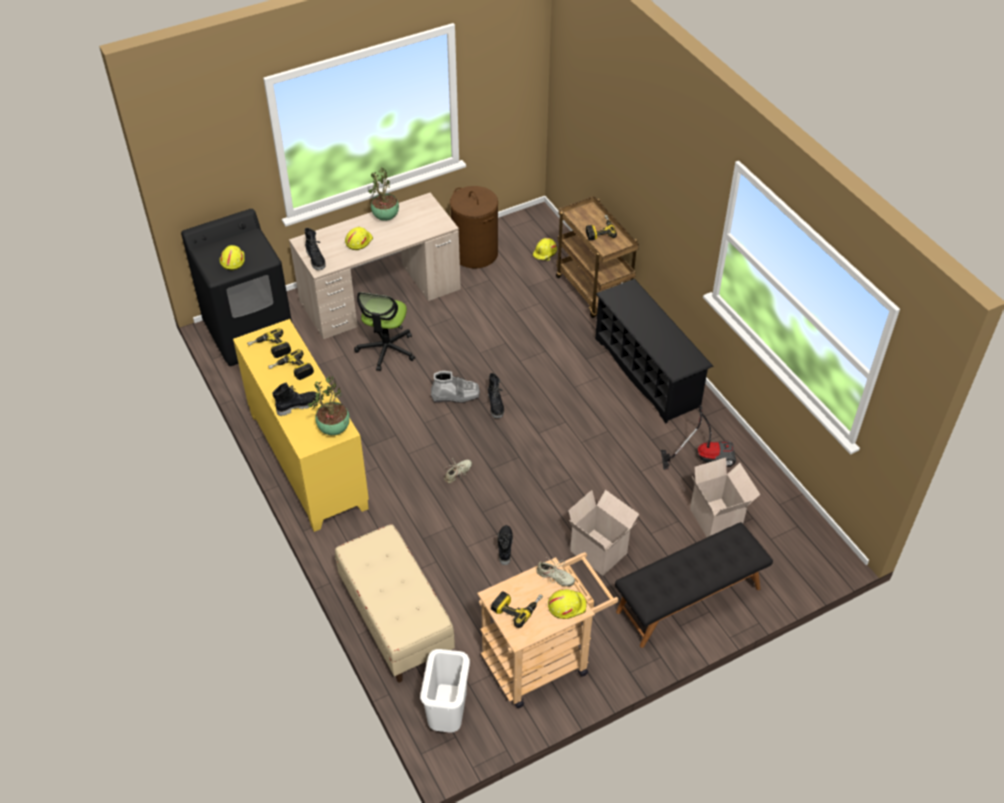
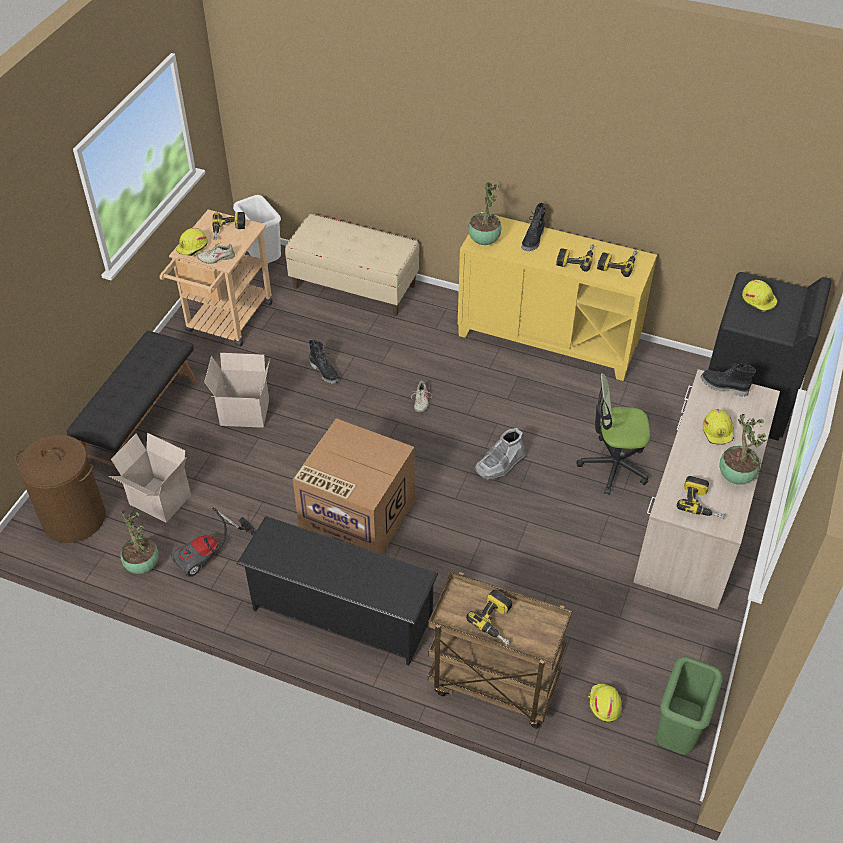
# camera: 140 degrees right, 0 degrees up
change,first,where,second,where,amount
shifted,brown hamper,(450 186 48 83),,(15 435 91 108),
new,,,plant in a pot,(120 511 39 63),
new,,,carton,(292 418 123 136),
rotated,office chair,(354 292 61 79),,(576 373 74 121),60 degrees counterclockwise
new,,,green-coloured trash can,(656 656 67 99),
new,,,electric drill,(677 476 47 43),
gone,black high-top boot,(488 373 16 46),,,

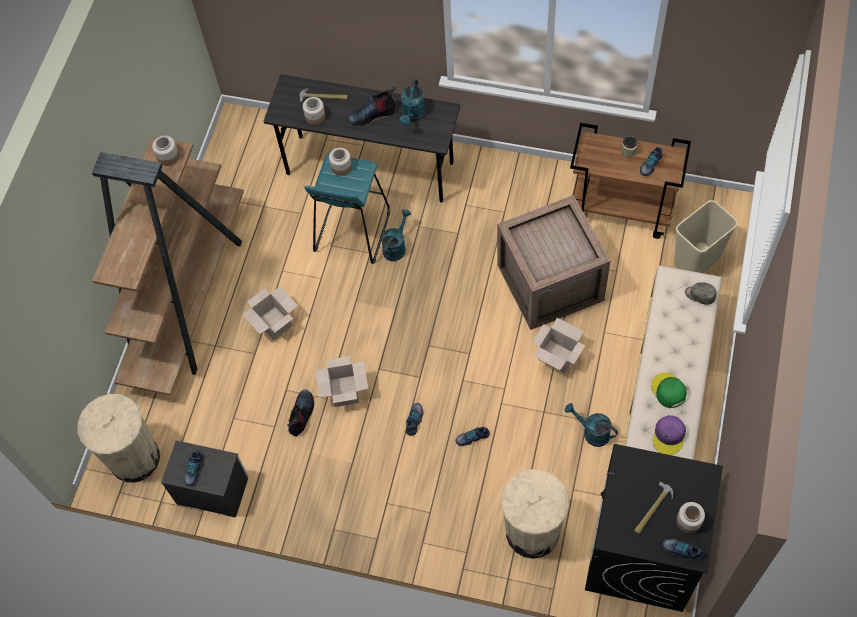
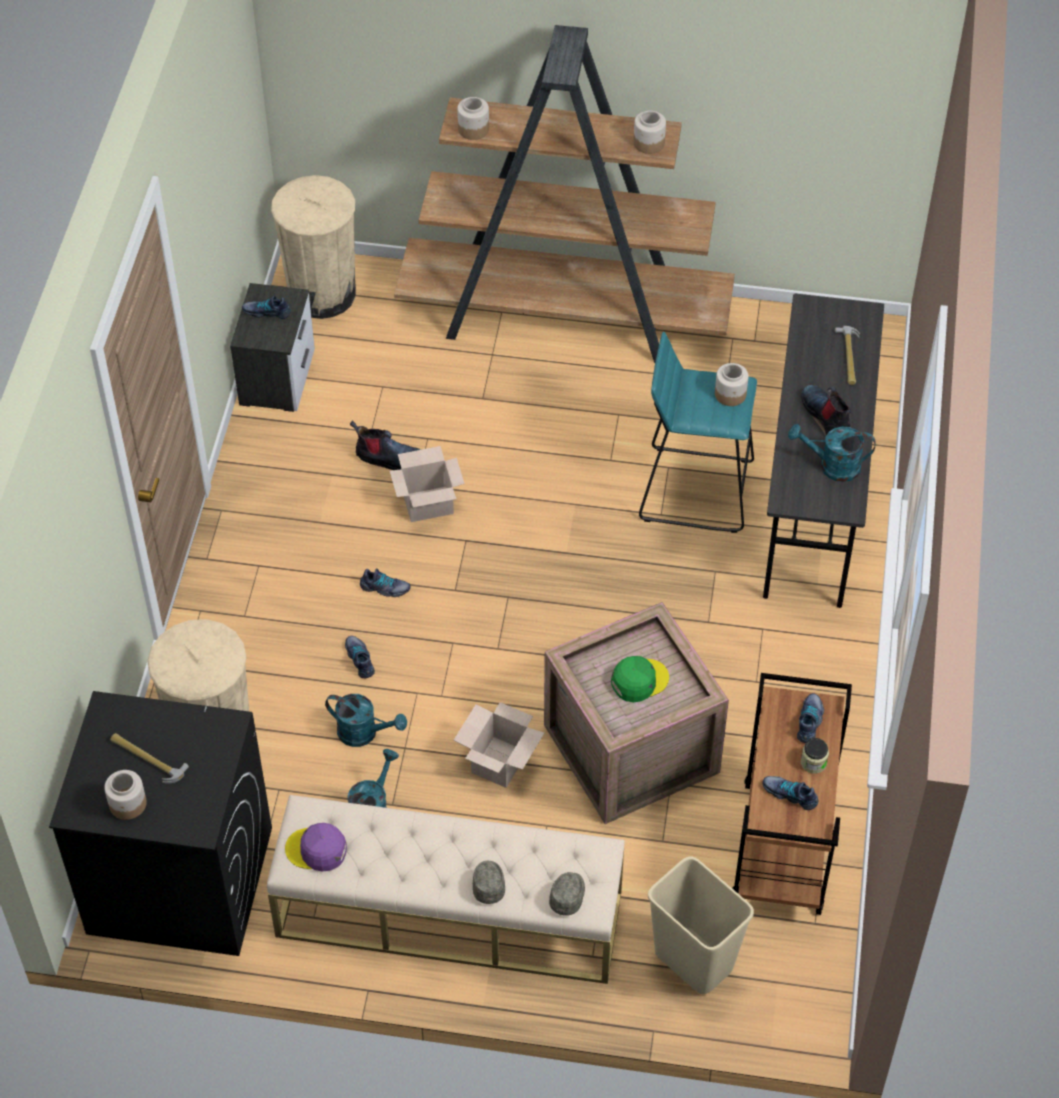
# camera: 80 degrees right, 10 degrees down
change,first,where,second,where,amount
shifted,blue-green watering pot,(381 209 30 52),,(325 694 82 53),
shifted,preserve jar,(303 97 22 28),,(457 97 32 43),
new,,,grey cap,(473 861 32 43),
shifted,green-coloured cap,(651 372 36 36),,(611 656 58 46),
shifted,item of footwear,(662 539 41 22),,(797 693 27 50),
gone,carton,(242 286 56 54),,,

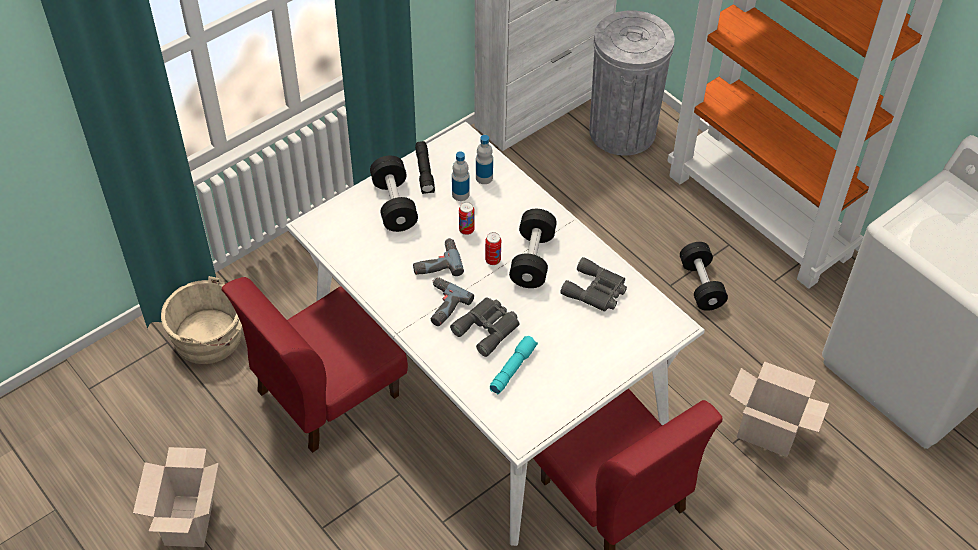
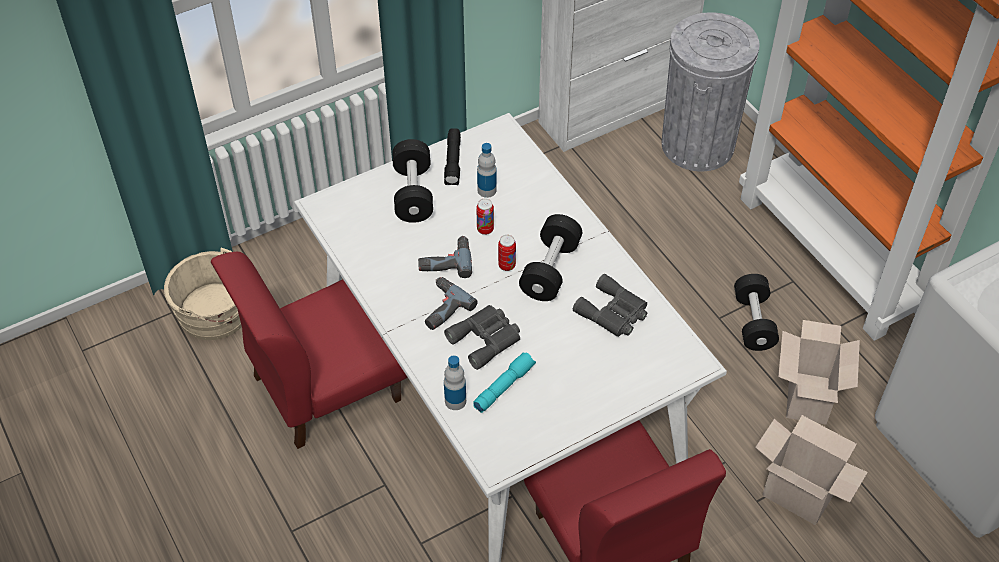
# camera: 10 degrees right, 0 degrees up
change,first,where,second,where,amount
shifted,bottle,(476 135 17 49),,(444 355 22 55),
shifted,carton,(133 447 86 100),,(778 320 82 104),

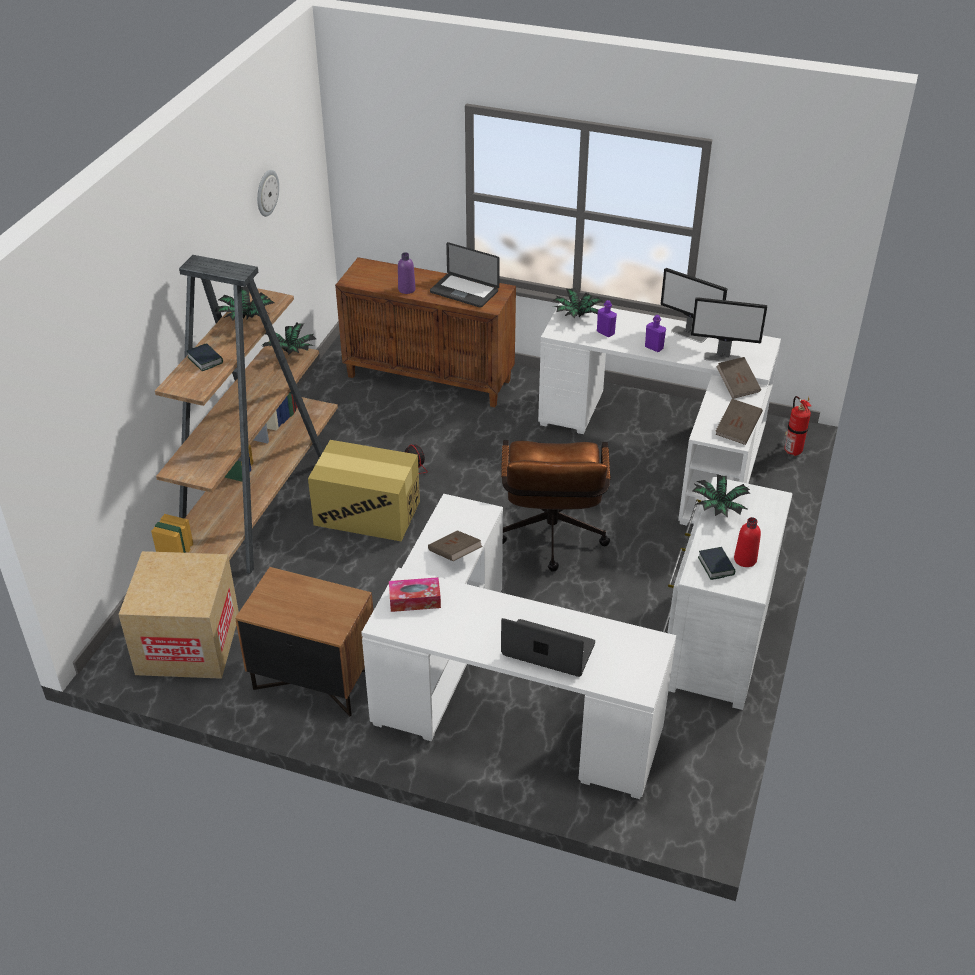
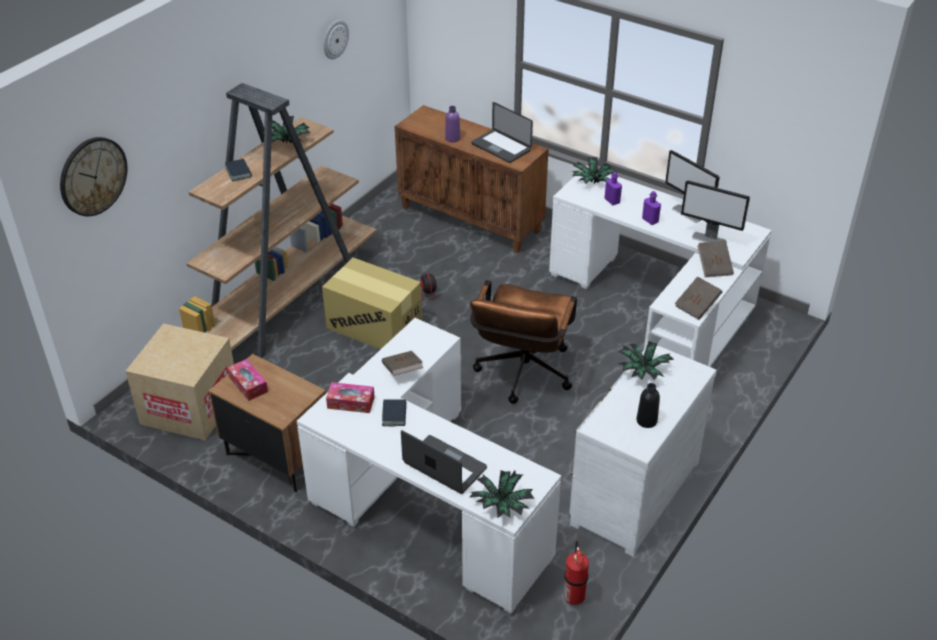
# camera: 15 degrees right, 0 degrees up
change,first,where,second,where,amount
new,,,clock on the wall,(60 137 67 79),
new,,,tissue holder,(227 359 41 42),
shifted,volume,(698 547 37 33),,(382 399 24 27),
shifted,plant in a pot,(261 322 55 33),,(469 470 65 48),
shifted,fire-fighting cylinder,(785 396 26 60),,(564 541 25 64),
repainted,reddish bottle,(734 517 27 50),black bottle,(637 383 23 45),

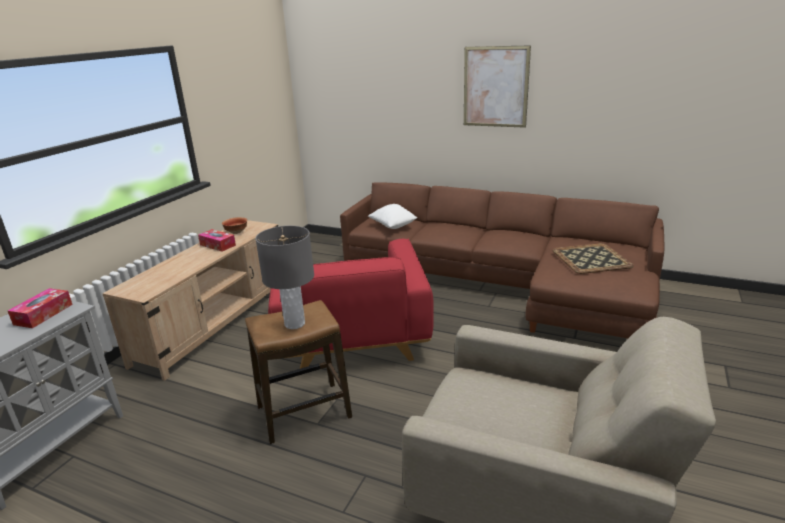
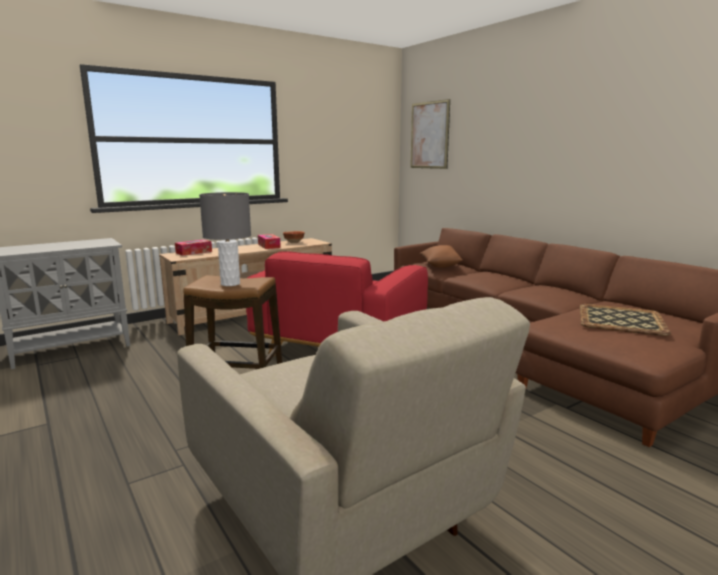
# camera: 30 degrees right, 10 degrees down
change,first,where,second,where,amount
shifted,tissue holder,(8 288 65 40),,(175 239 37 17),
shifted,wall picture,(464 45 67 83),,(410 99 40 70),
repainted,white throw pillow,(368 204 49 25),brown throw pillow,(419 245 44 23),

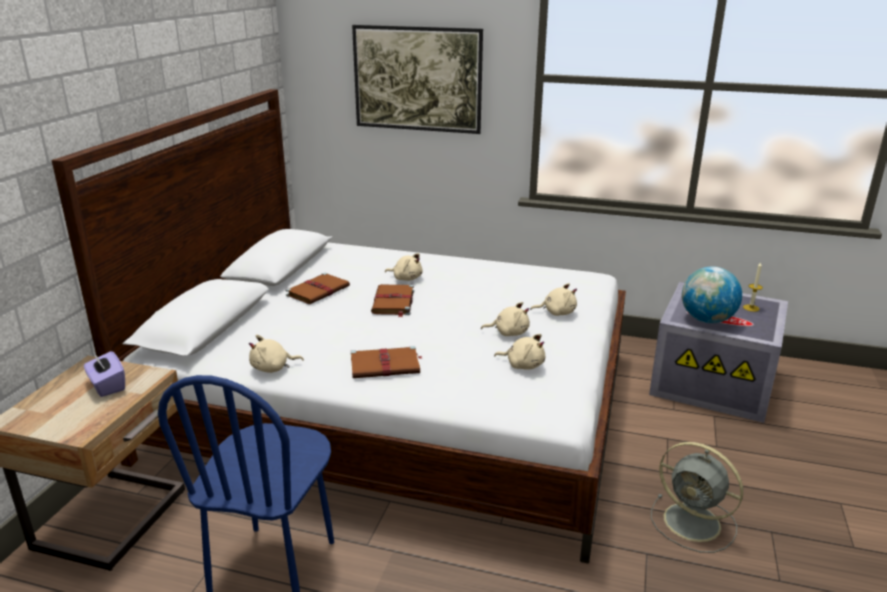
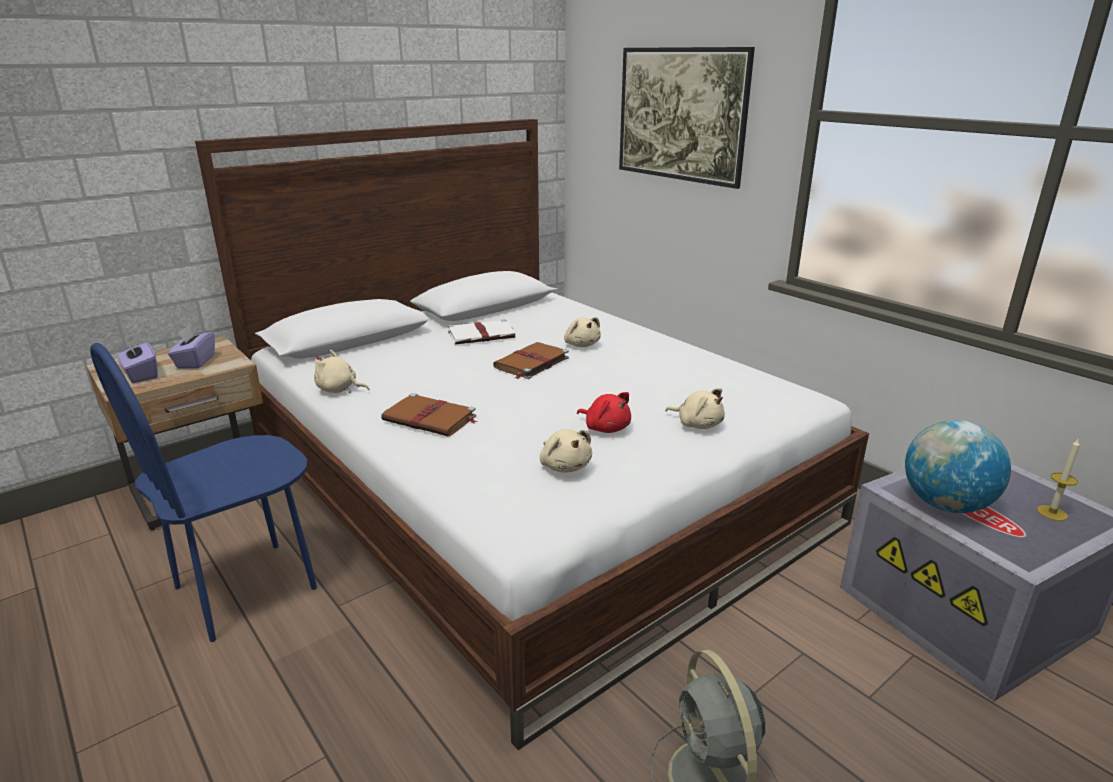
# camera: 35 degrees right, 0 degrees up
change,first,where,second,where,amount
new,,,purple-coloured tissue holder,(117 339 41 44),
repainted,brown volume,(286 273 64 31),white volume,(448 319 67 25),
repainted,beige plush toy,(481 302 49 34),reddish plush toy,(577 392 54 41),

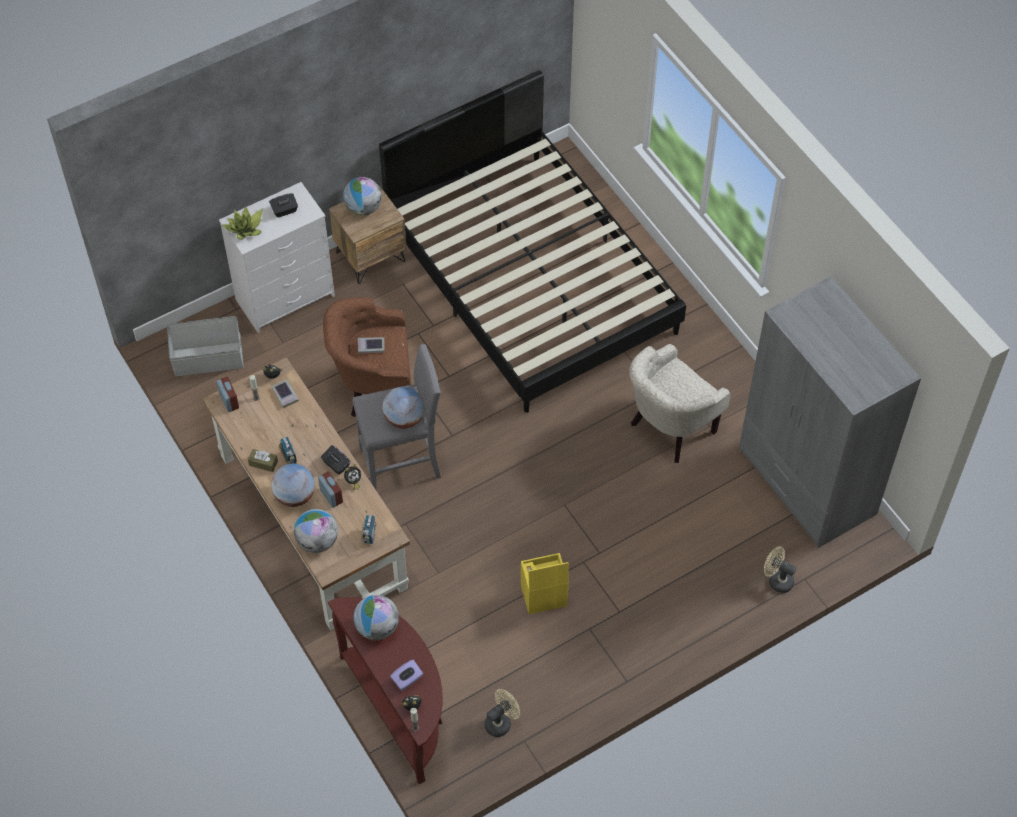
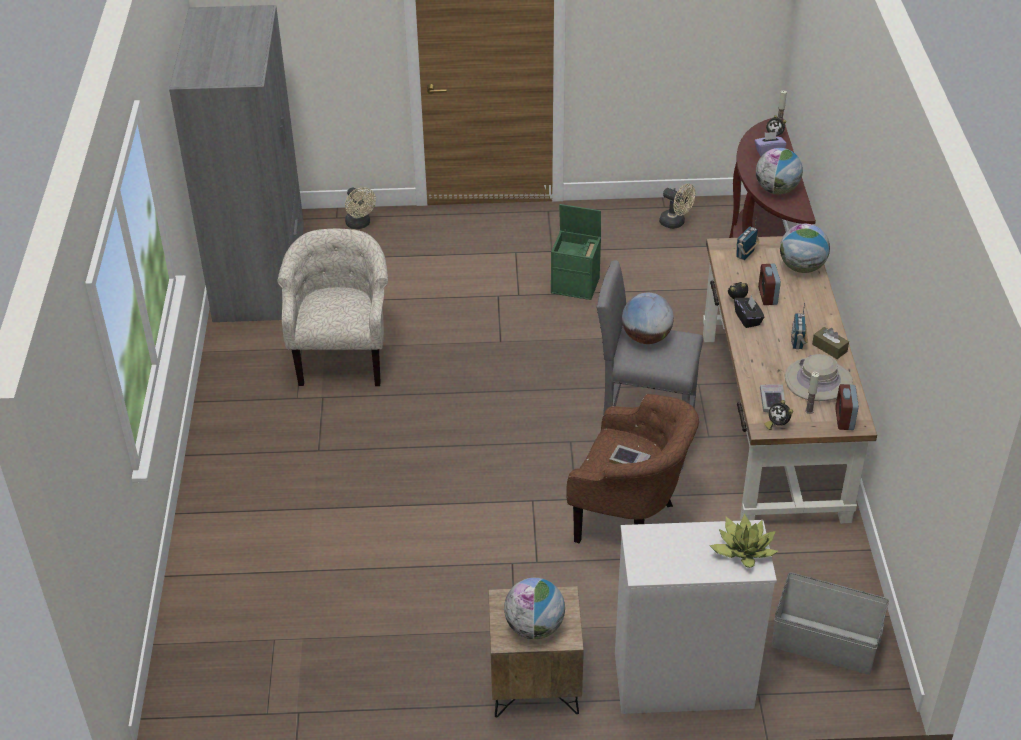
# camera: 150 degrees left, 15 degrees down
change,first,where,second,where,amount
rotated,beige lounge chair,(629 344 102 119),,(277 229 111 157),75 degrees counterclockwise
repainted,yellow storage container,(521 553 48 61),green-coloured storage container,(551 204 50 96),
rotated,beige cooling fan,(484 689 36 48),,(659 184 36 45),135 degrees counterclockwise
new,,,beige clothing hat,(785 354 68 47),
gone,black tissue holder,(269 193 29 25),,,
gone,world globe,(271 464 44 43),,,
gone,black bedroom bed,(379 70 307 343),,,

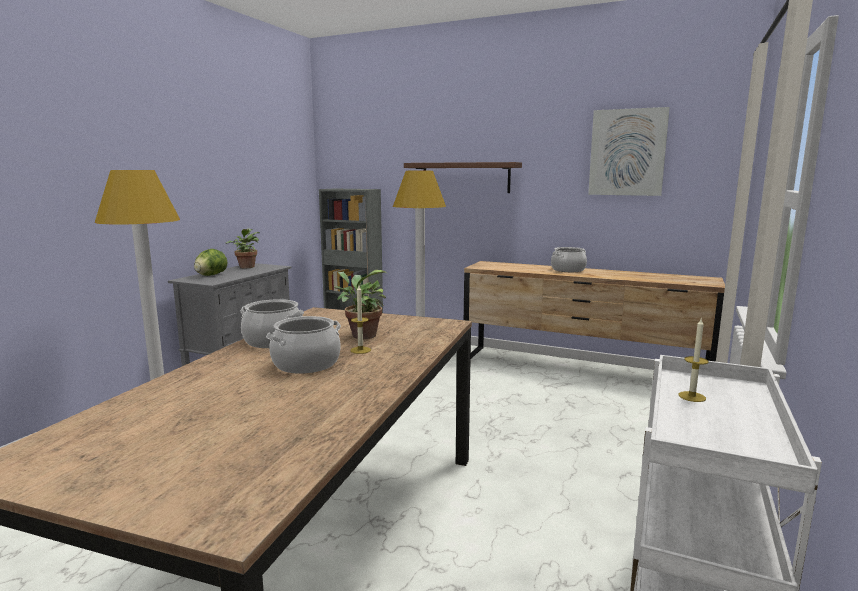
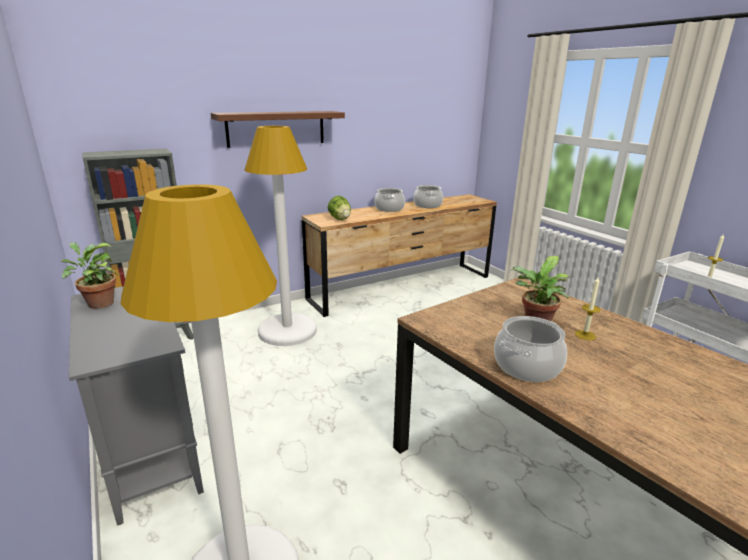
# camera: 55 degrees left, 10 degrees up
change,first,where,second,where,amount
shifted,head of lettuce,(194 249 33 27),,(328 196 23 24),
shifted,cooking pot,(266 316 75 58),,(413 185 30 23),
gone,wall picture,(588 107 82 89),,,

